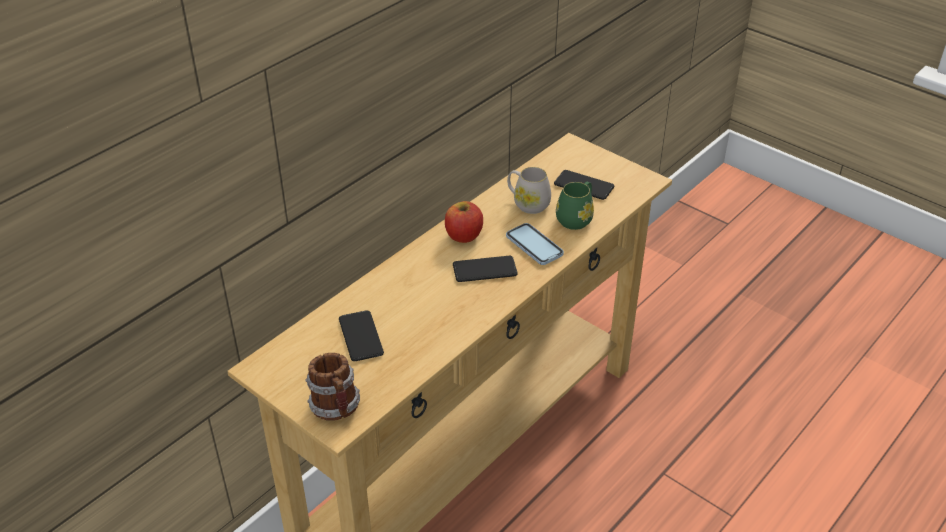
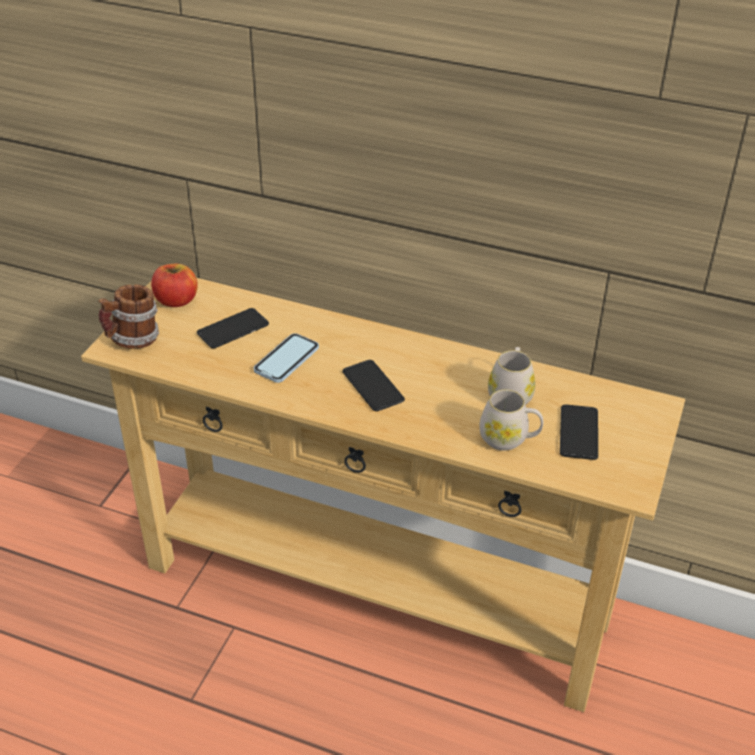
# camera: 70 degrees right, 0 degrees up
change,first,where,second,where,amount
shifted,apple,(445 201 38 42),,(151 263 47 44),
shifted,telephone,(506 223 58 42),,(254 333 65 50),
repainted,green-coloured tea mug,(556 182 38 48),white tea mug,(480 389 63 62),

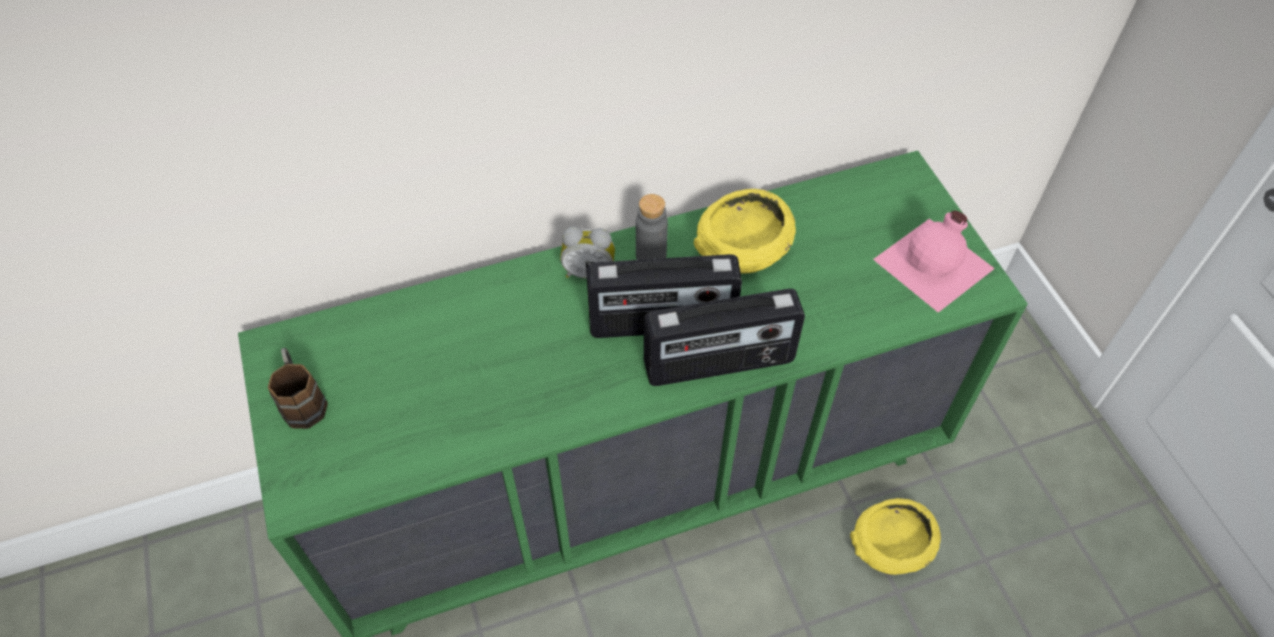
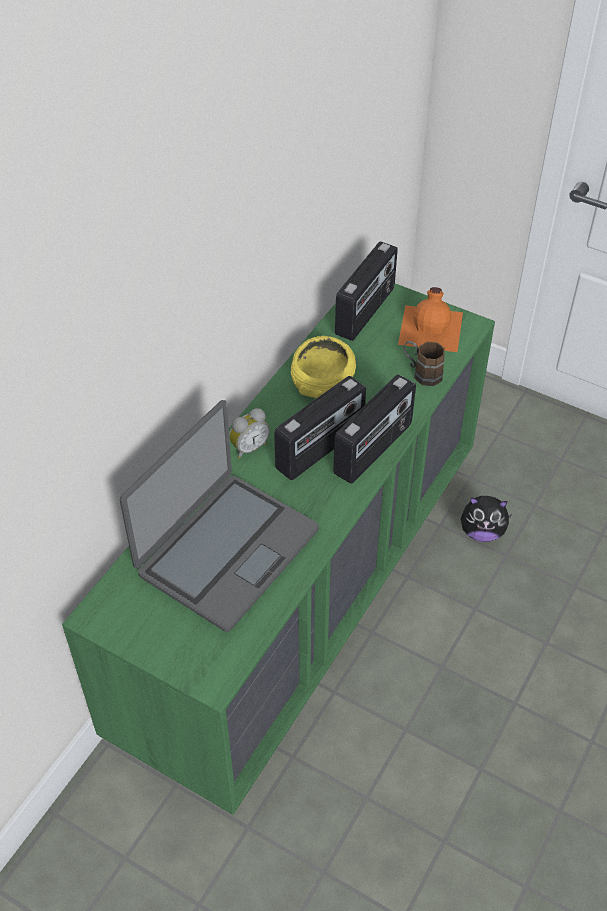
# camera: 40 degrees left, 5 degrees down
change,first,where,second,where,amount
new,,,notebook computer,(120 400 199 232),
new,,,radio receiver,(335 241 63 100),
repainted,pink bottle,(873 211 122 102),orangey bottle,(398 287 65 65),
shifted,brown tea mug,(268 348 60 81),,(403 341 42 45),
swapped,yellow serving bowl,(850 498 91 77),plush toy,(461 496 52 46),
gone,grey bottle,(636 194 32 66),,,

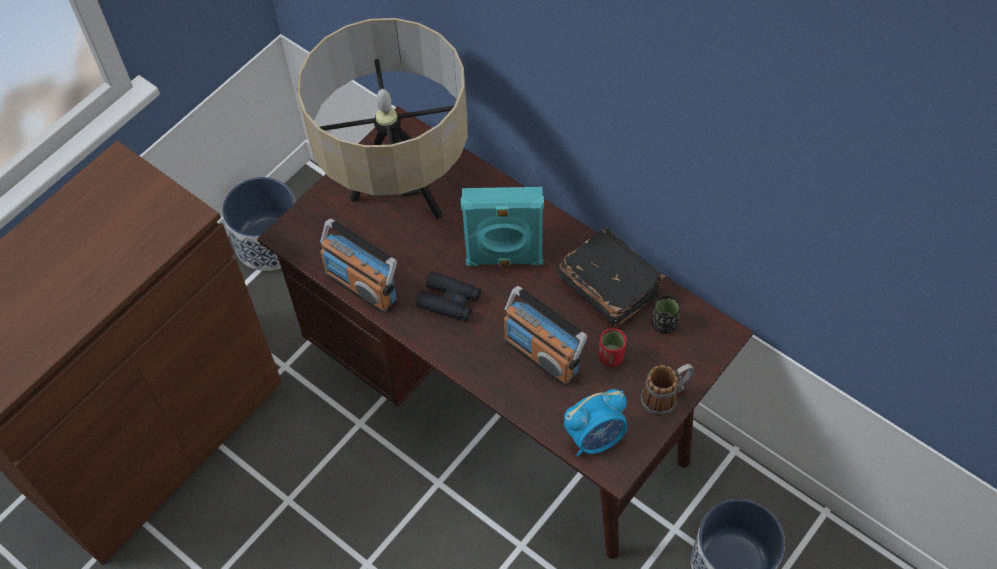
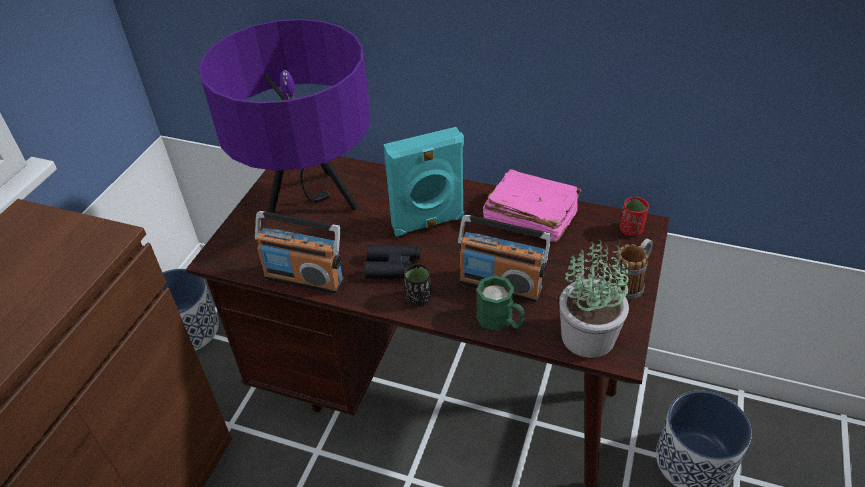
# camera: 20 degrees left, 15 degrees down
change,first,where,second,where,amount
repainted,beige table lamp,(297 18 171 201),purple-coloured table lamp,(198 19 172 194),
shifted,black small cup,(652 295 28 39),,(404 263 27 43),
new,,,green-coloured tea mug,(476 275 48 56),
repainted,black volume,(558 227 107 98),pink volume,(483 169 98 73),
swapped,bedside clock,(564 389 63 67),plant in a pot,(559 239 70 119),
shifted,reddish small cup,(599 328 27 39),,(619 197 30 39),

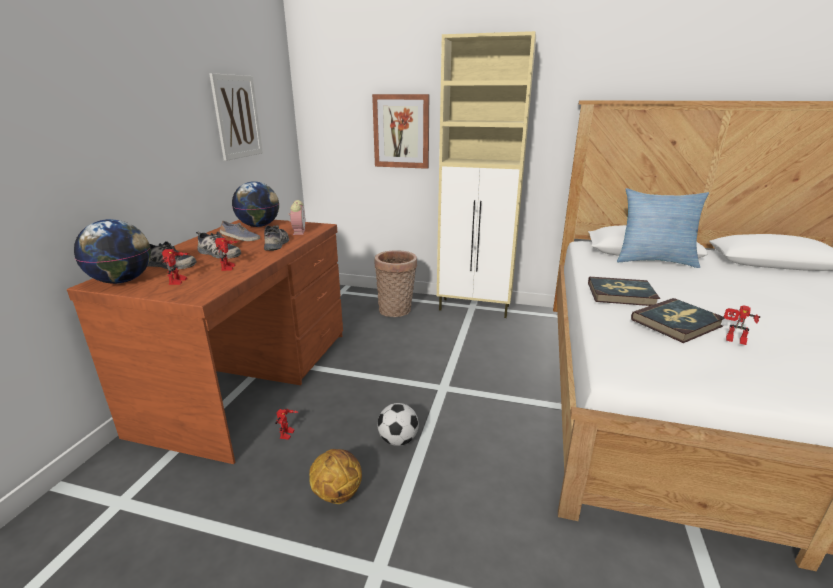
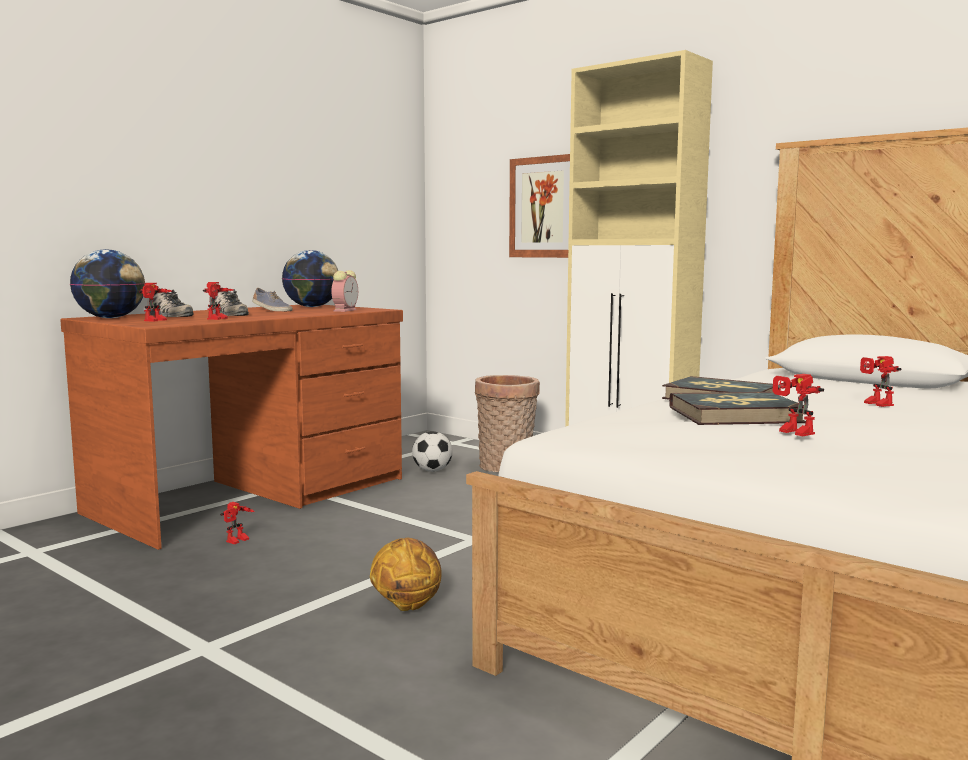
# camera: 25 degrees right, 15 degrees down
change,first,where,second,where,amount
shifted,basketball,(309 449 53 55),,(370 538 72 73),
shifted,football,(377 403 42 43),,(412 431 41 41),
new,,,robot figure,(860 356 41 51),
gone,wall picture,(209 73 54 88),,,
gone,item of footwear,(264 225 25 26),,,
gone,throw pillow,(617 188 92 80),,,

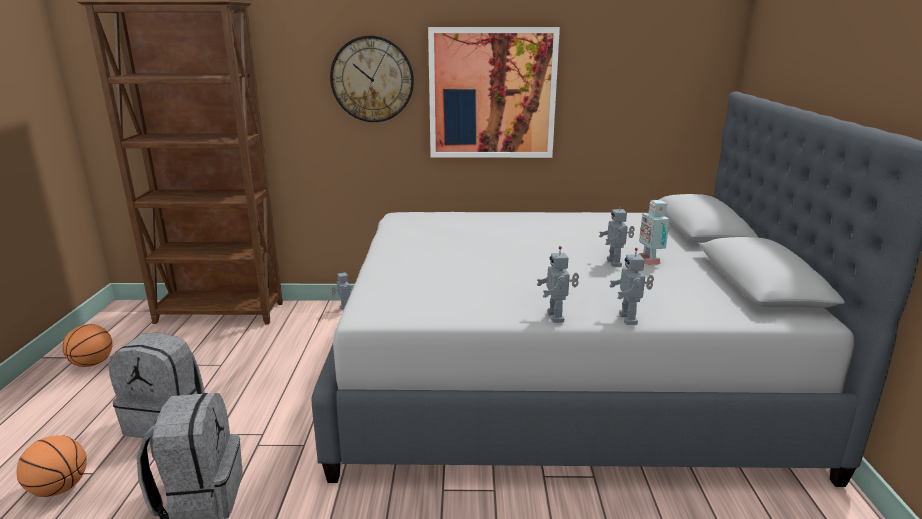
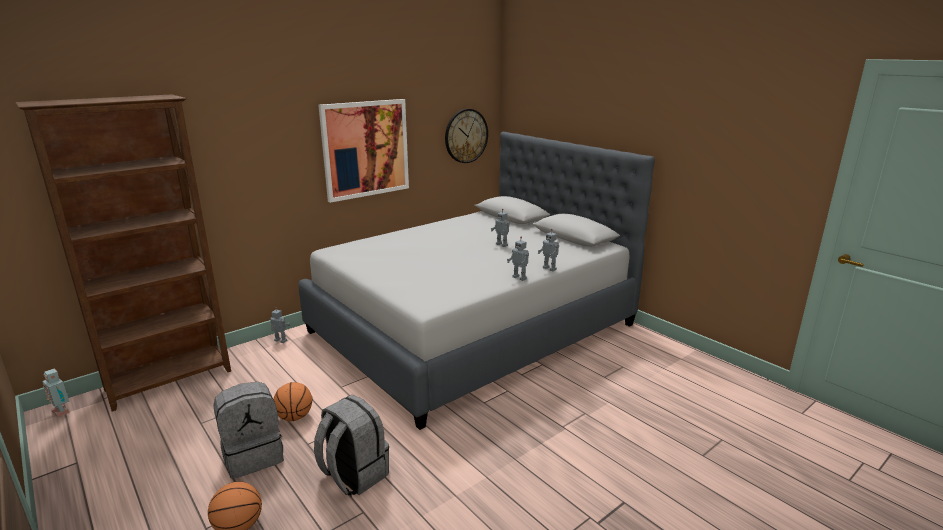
# camera: 40 degrees left, 0 degrees up
change,first,where,second,where,amount
shifted,robot figure,(639 200 31 65),,(42 369 28 49),
shifted,basketball,(62 324 51 43),,(273 382 40 39),
shifted,clock on the wall,(330 36 84 86),,(445 109 43 54),

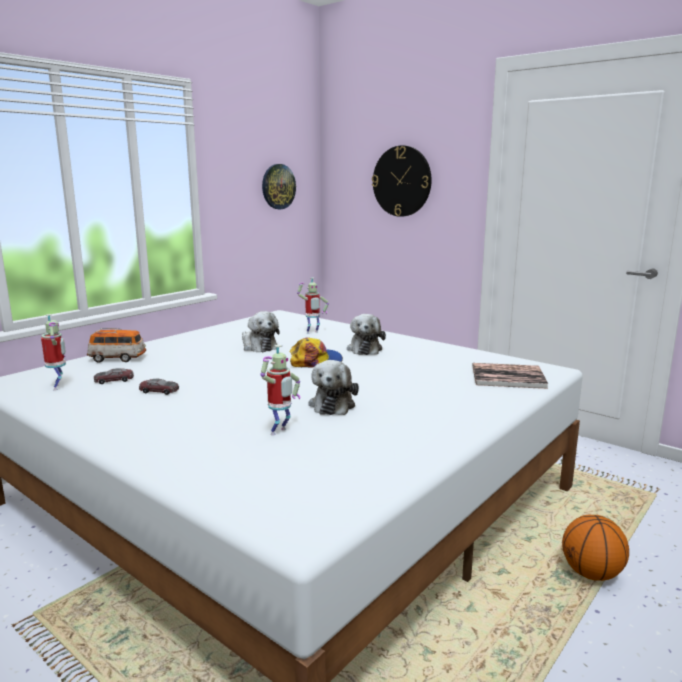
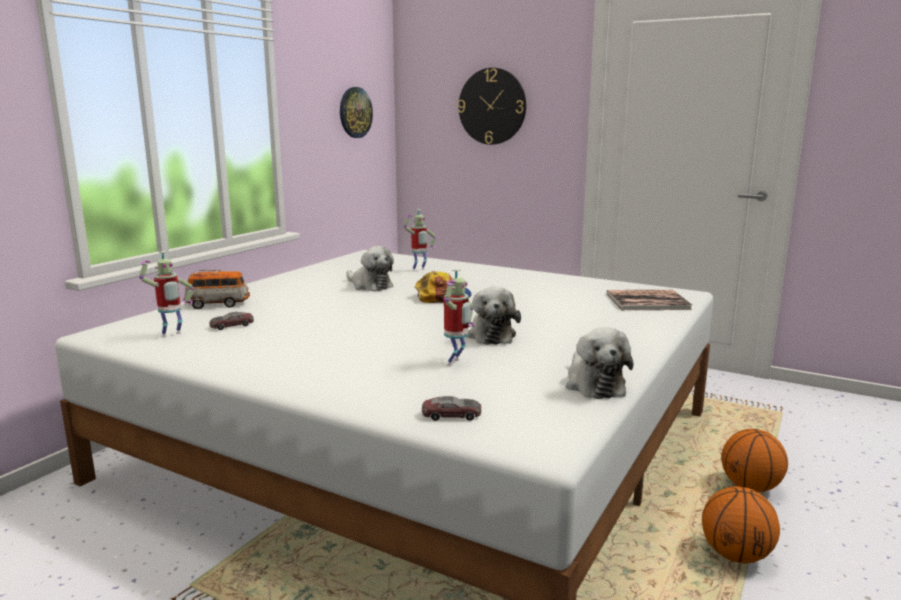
# camera: 10 degrees left, 0 degrees up
change,first,where,second,where,amount
rotated,robot figure,(41 314 25 77),,(139 251 55 87),75 degrees clockwise
shifted,model car,(139 379 40 16),,(422 396 59 25),
shifted,plush toy,(347 314 39 41),,(566 327 67 72),
new,,,basketball,(702 486 78 77),

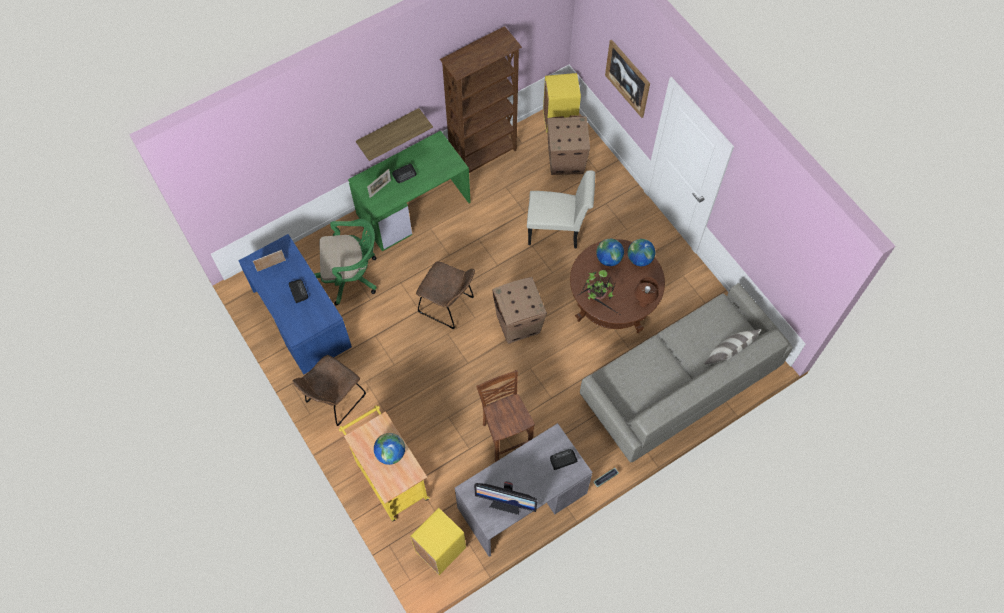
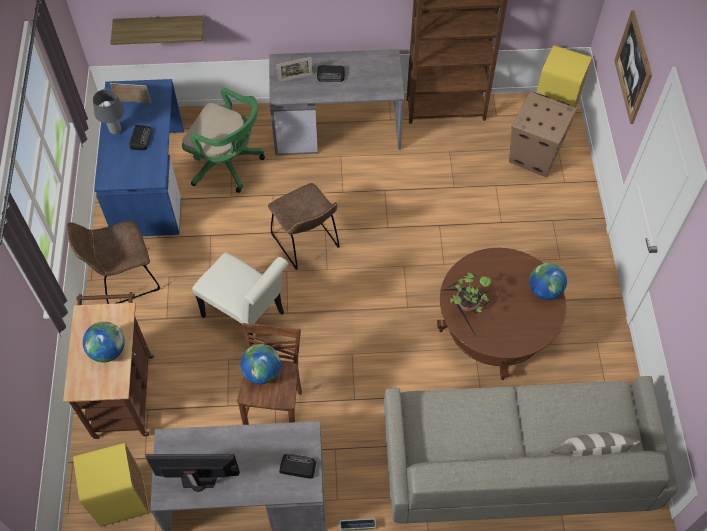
# camera: 30 degrees right, 5 degrees down
change,first,where,second,where,amount
repainted,yellow trolley,(339 406 91 116),brown trolley,(63 292 91 147),
new,,,grey table lamp,(93 89 31 45),
shifted,bracket shelf,(356 108 77 53),,(110 15 94 30),
rotated,computer display,(474 481 63 34),,(145 454 95 38),135 degrees clockwise
shifted,white chair,(527 170 68 78),,(192 252 97 92),
shifted,world globe,(596 239 28 27),,(240 344 41 40),
repainted,green-coloured desk table,(348 130 123 121),grey desk table,(269 49 135 106),
gone,carton,(492 277 55 67),,,
gone,brown table lamp,(634 277 25 30),,,

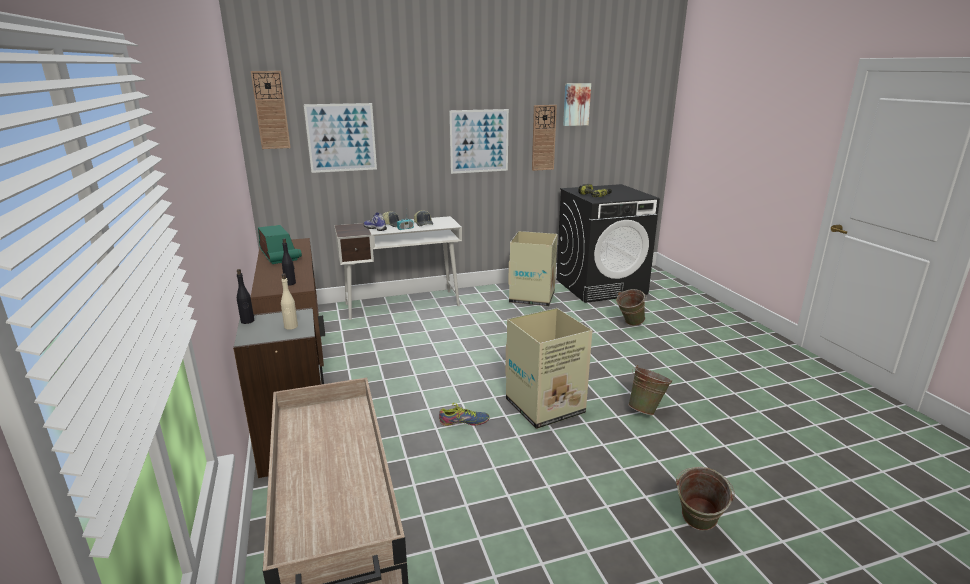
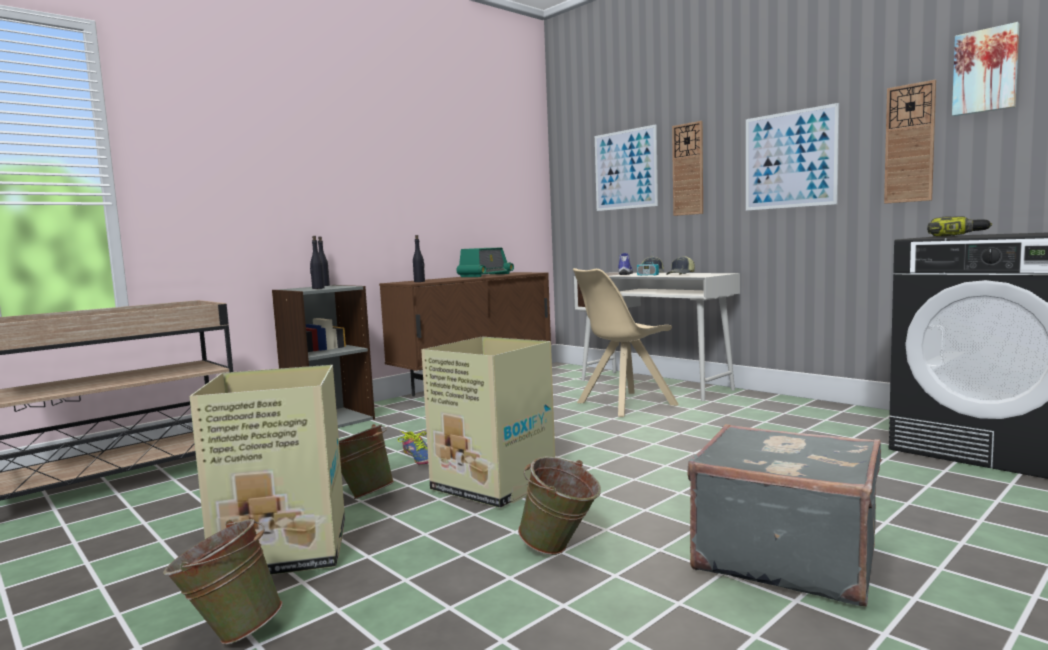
# camera: 65 degrees right, 15 degrees down
change,first,where,second,where,amount
shifted,carton,(508 231 50 75),,(190 365 155 210),
repainted,beige bottle,(281 273 17 57),black bottle,(310 236 15 53),
shifted,green-coloured pail,(616 289 31 37),,(339 424 55 75),
new,,,beige chair,(573 268 105 149),
shifted,clock on the wall,(251 71 40 78),,(672 121 31 95),
new,,,grey suitcase,(687 424 194 182),

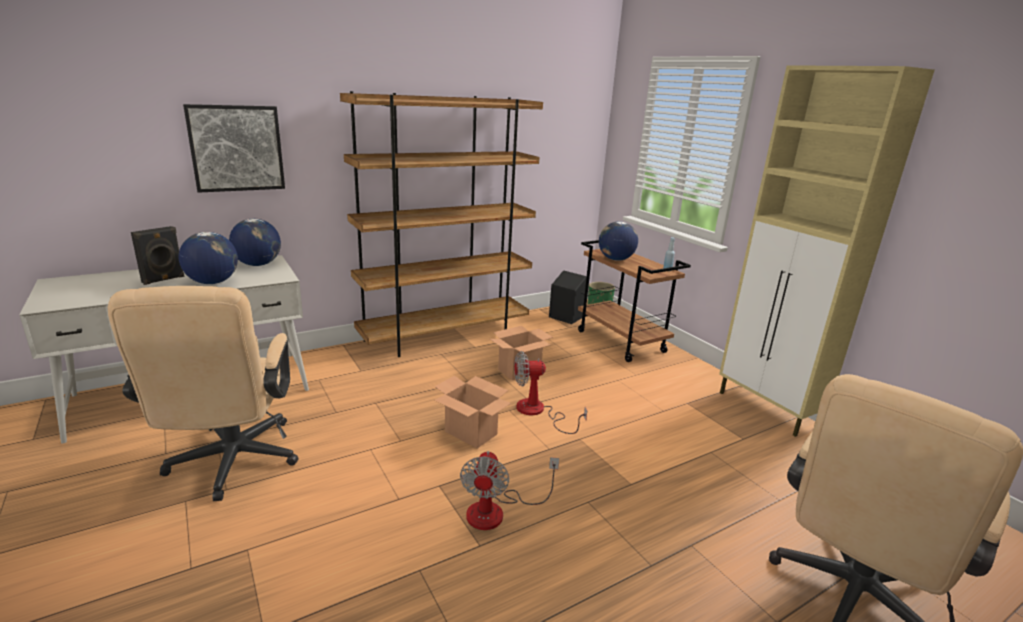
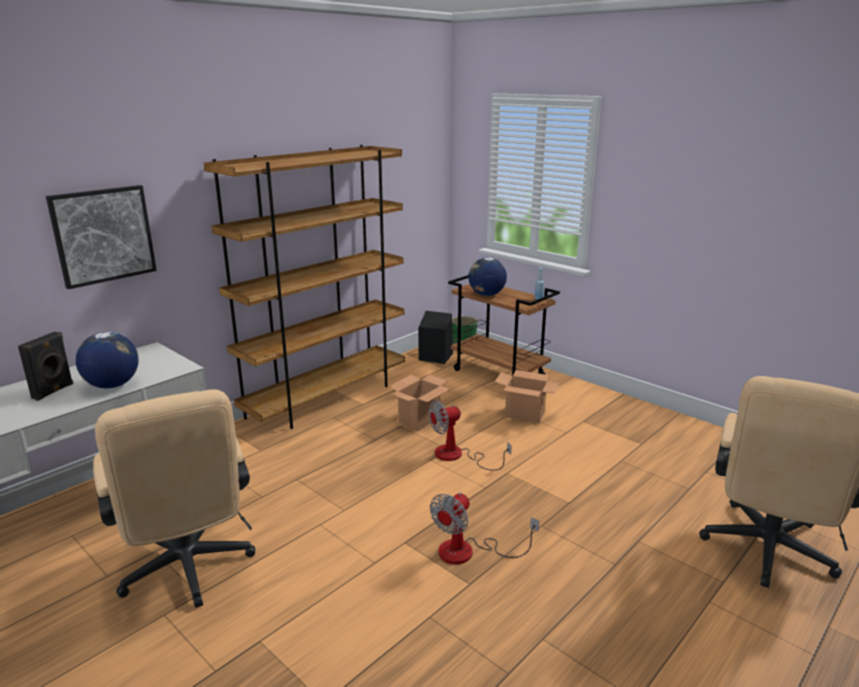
# camera: 15 degrees left, 0 degrees up
change,first,where,second,where,amount
rotated,cooling fan,(460 451 99 79),,(430 492 109 72),45 degrees clockwise
shifted,carton,(434 376 77 72),,(495 370 64 53),
gone,world globe,(229 218 52 48),,,
gone,beige cupboard,(719 65 215 372),,,

